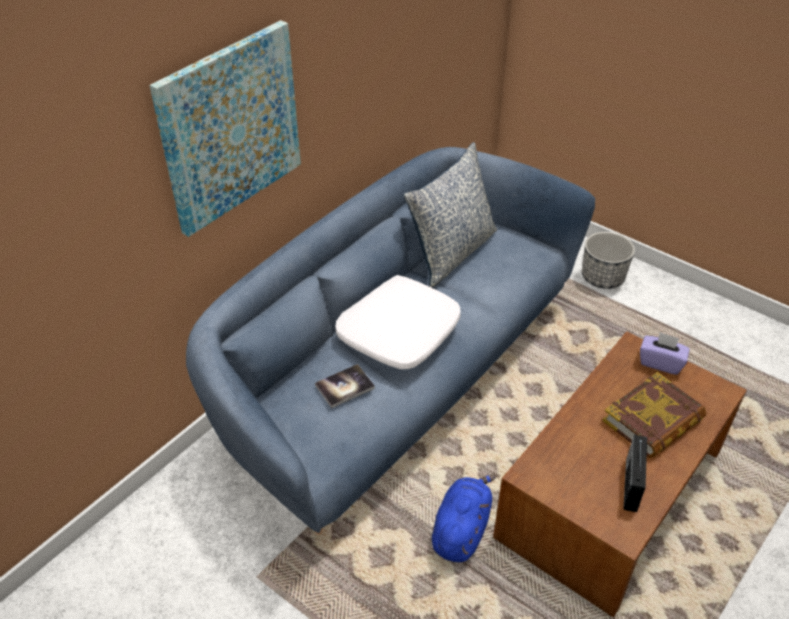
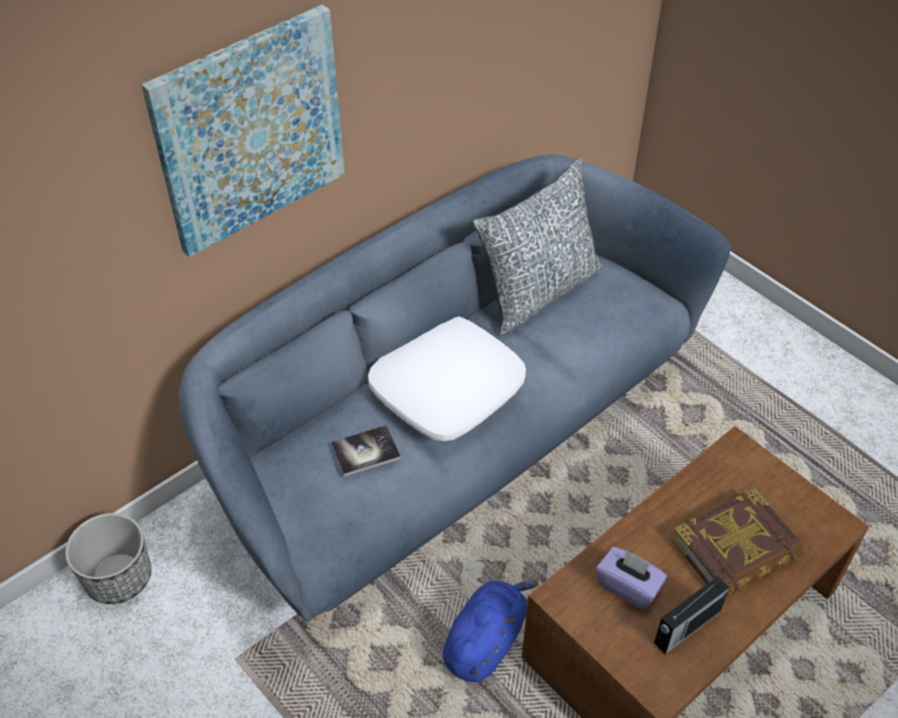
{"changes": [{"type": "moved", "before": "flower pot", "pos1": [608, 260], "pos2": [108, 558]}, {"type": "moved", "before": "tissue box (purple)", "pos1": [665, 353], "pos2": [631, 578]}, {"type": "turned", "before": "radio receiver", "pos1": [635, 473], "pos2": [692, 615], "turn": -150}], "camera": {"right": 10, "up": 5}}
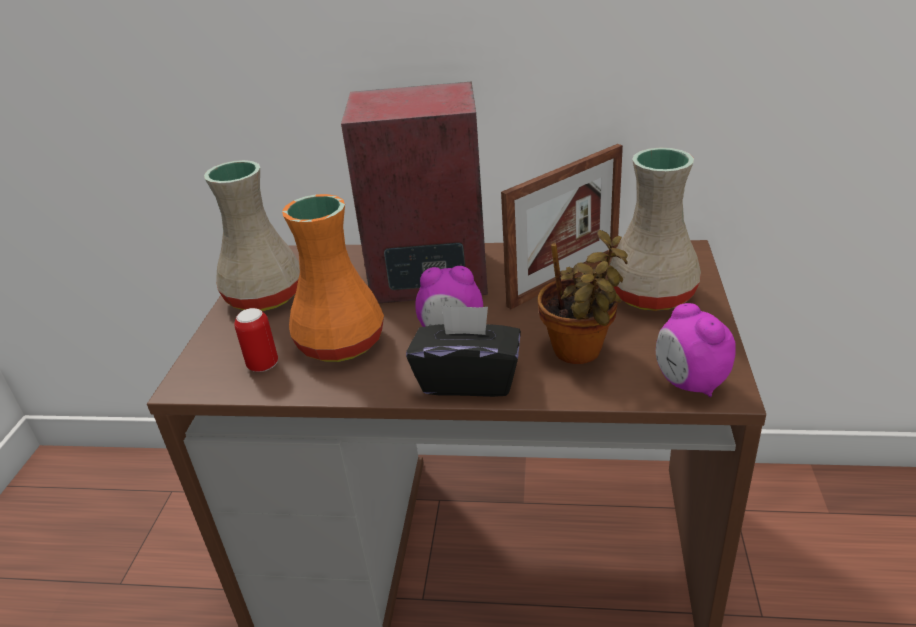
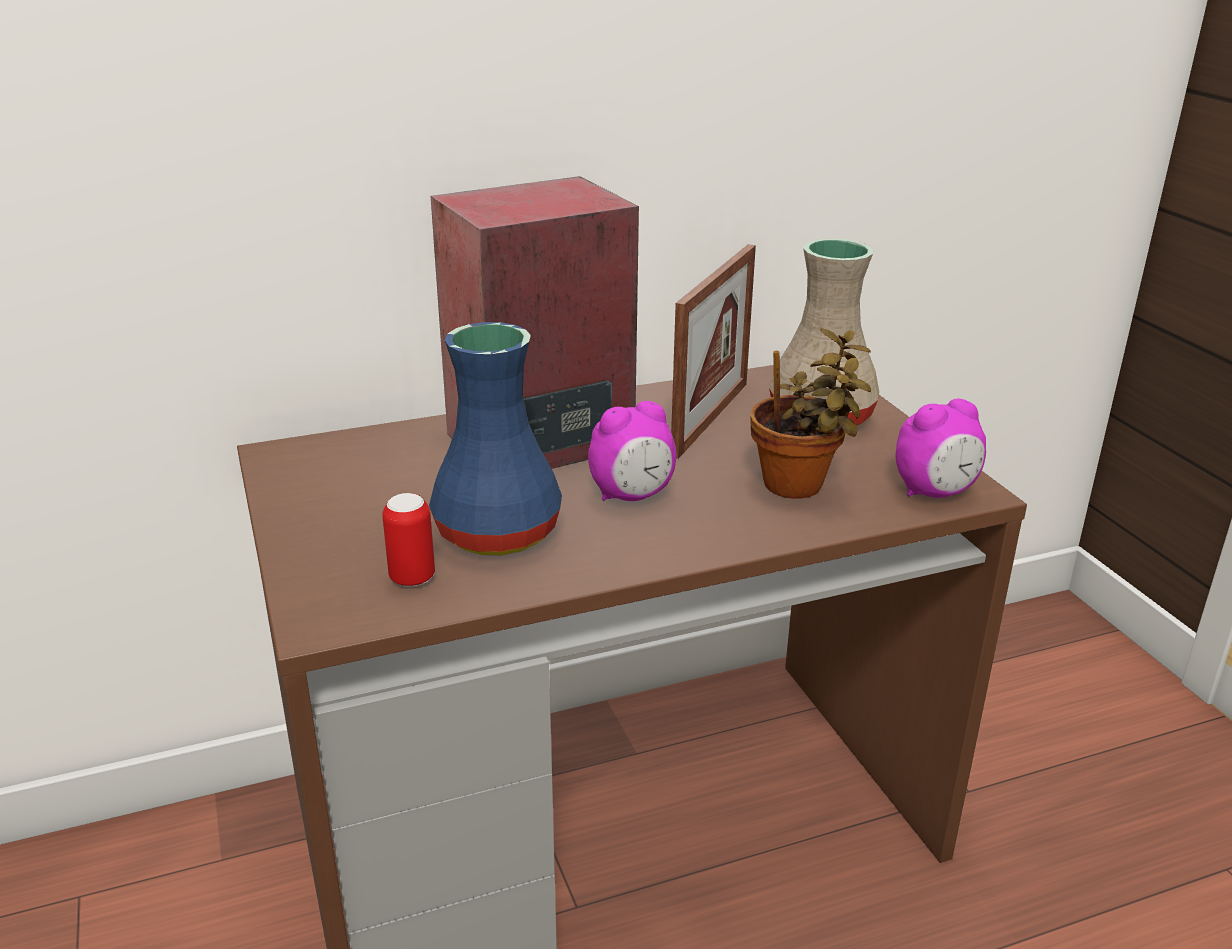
{"changes": [{"type": "removed", "before": "vase (beige)", "pos1": [252, 235]}, {"type": "removed", "before": "tissue box (black)", "pos1": [463, 351]}, {"type": "recoloured", "before": "vase (orange)", "after": "vase (blue)", "pos1": [333, 278], "pos2": [495, 438]}, {"type": "turned", "before": "alarm clock", "pos1": [696, 350], "pos2": [940, 448], "turn": -60}], "camera": {"right": -30, "up": -5}}
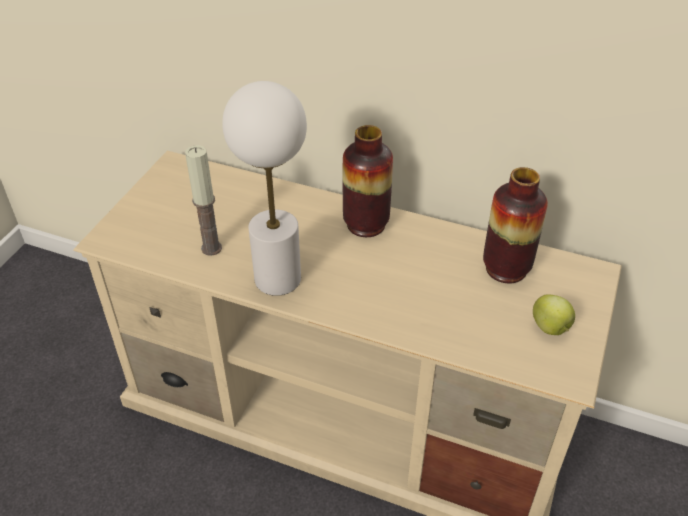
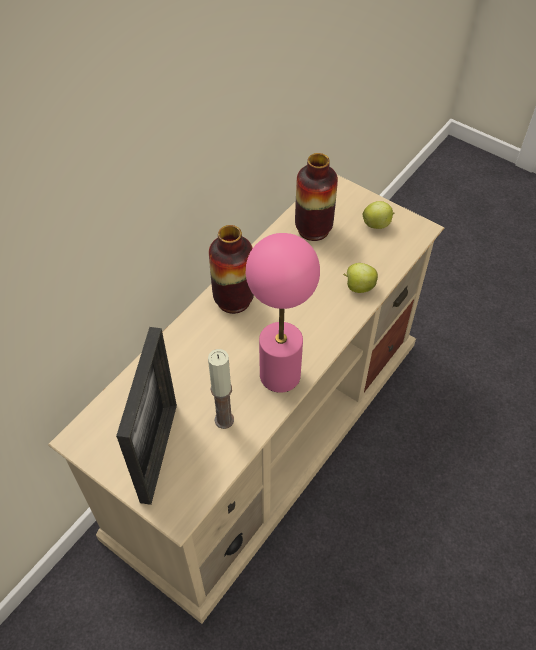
{"changes": [{"type": "added", "after": "picture frame", "pos2": [146, 416]}, {"type": "added", "after": "apple", "pos2": [360, 278]}, {"type": "recoloured", "before": "tabletop lamp (white)", "after": "tabletop lamp (pinkish)", "pos1": [264, 188], "pos2": [283, 313]}], "camera": {"right": -75, "up": 10}}
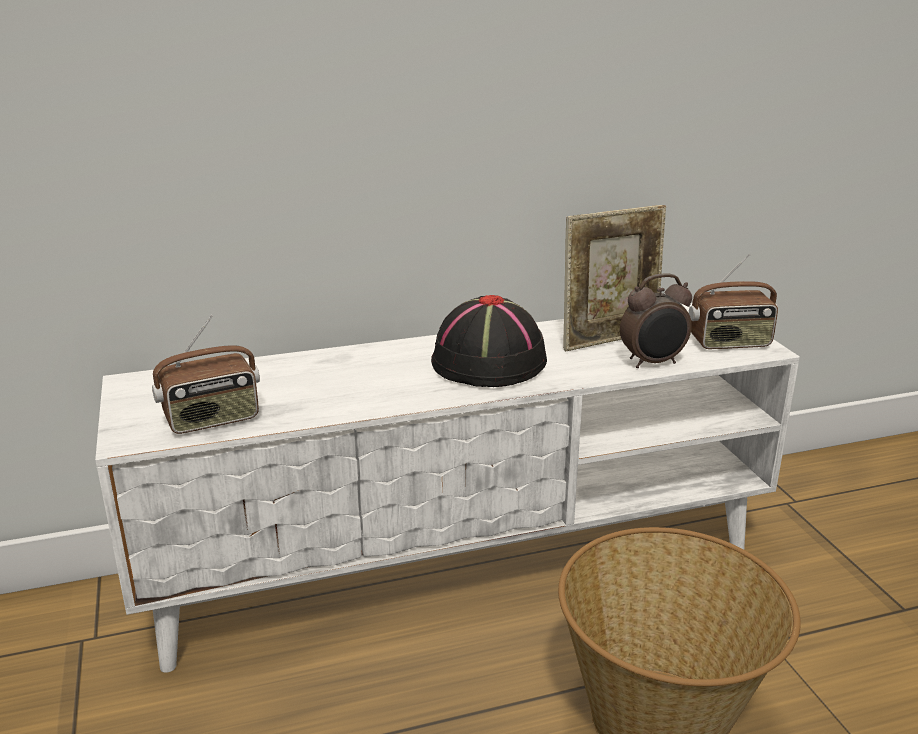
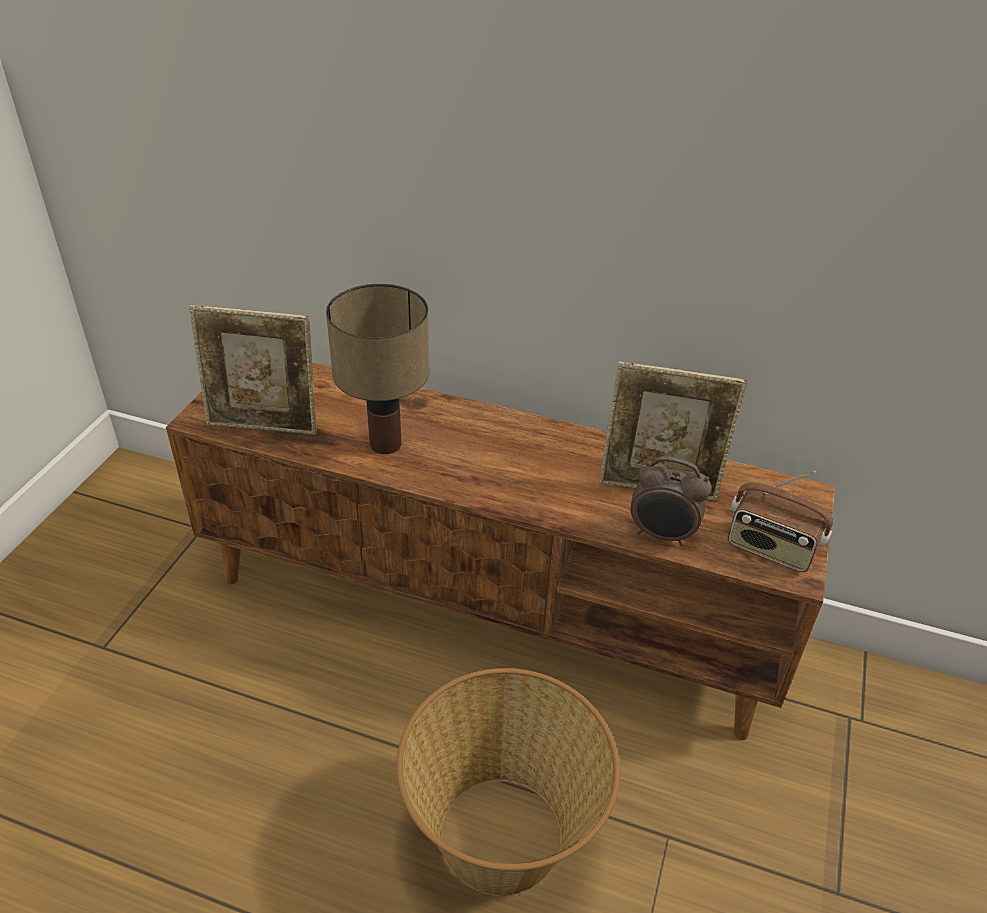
{"changes": [{"type": "removed", "before": "clothing hat (black)", "pos1": [489, 341]}, {"type": "added", "after": "tabletop lamp", "pos2": [378, 369]}, {"type": "replaced", "before": "radio receiver", "after": "picture frame", "pos1": [206, 374], "pos2": [253, 370]}, {"type": "recoloured", "before": "tv unit (white)", "after": "tv unit (brownish)", "pos1": [447, 488], "pos2": [500, 551]}], "camera": {"right": 35, "up": 15}}
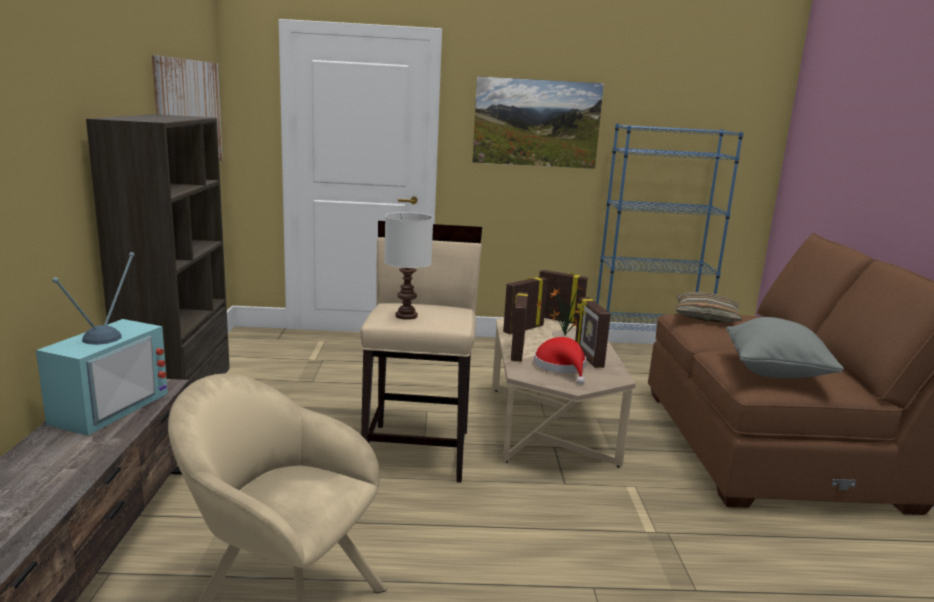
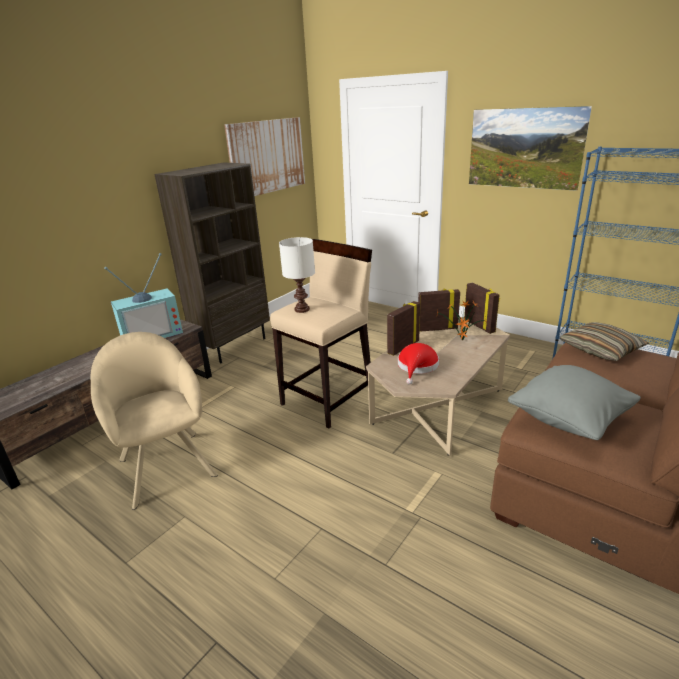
{"changes": [{"type": "removed", "before": "picture frame", "pos1": [593, 332]}], "camera": {"right": 40, "up": 10}}
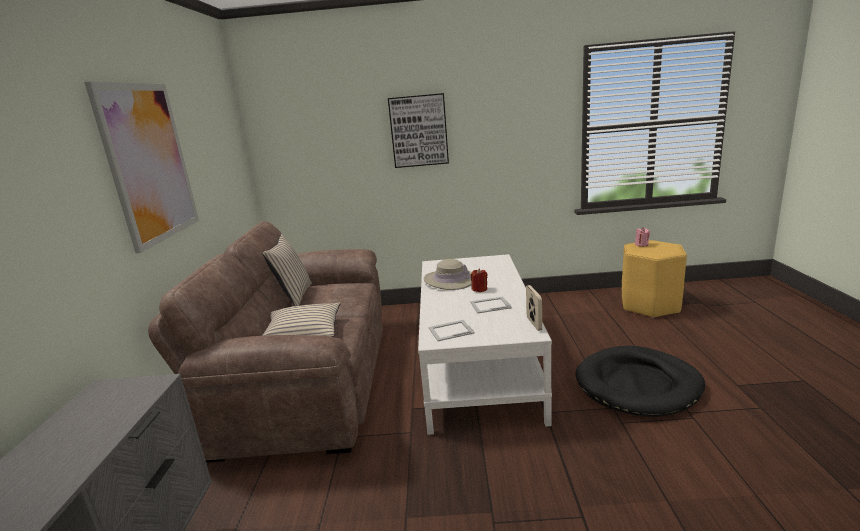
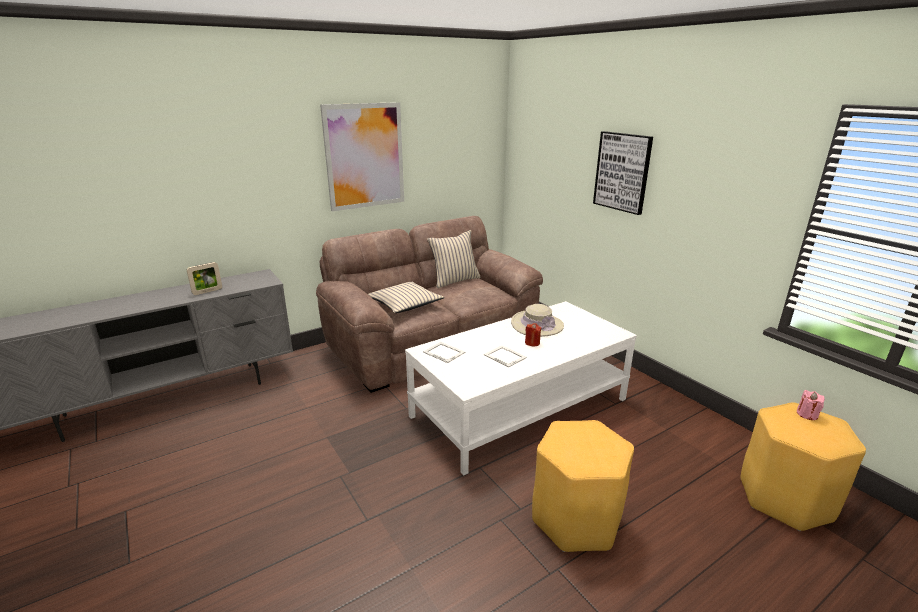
{"changes": [{"type": "moved", "before": "picture frame", "pos1": [534, 308], "pos2": [204, 278]}, {"type": "replaced", "before": "dog cushion (black)", "after": "stool seat (yellow-coloured)", "pos1": [640, 381], "pos2": [583, 486]}], "camera": {"right": 55, "up": 5}}
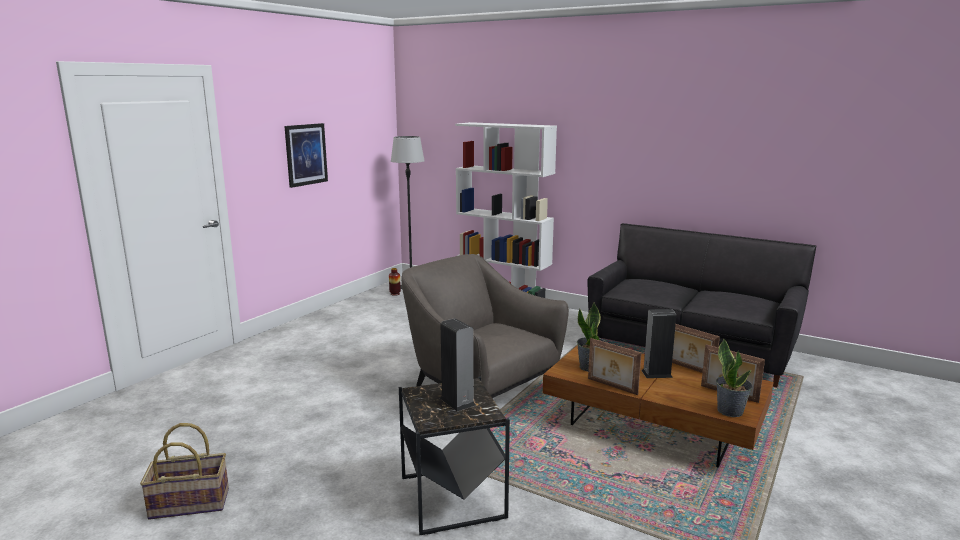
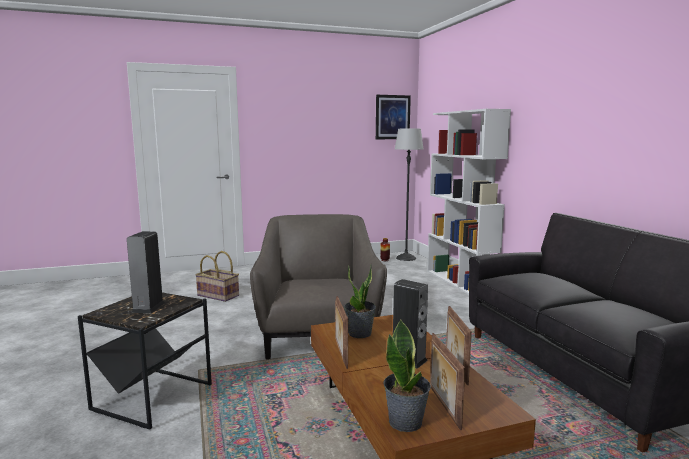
{"changes": [{"type": "moved", "before": "storage basket", "pos1": [184, 471], "pos2": [217, 276]}, {"type": "moved", "before": "picture", "pos1": [306, 155], "pos2": [393, 117]}], "camera": {"right": 40, "up": -5}}
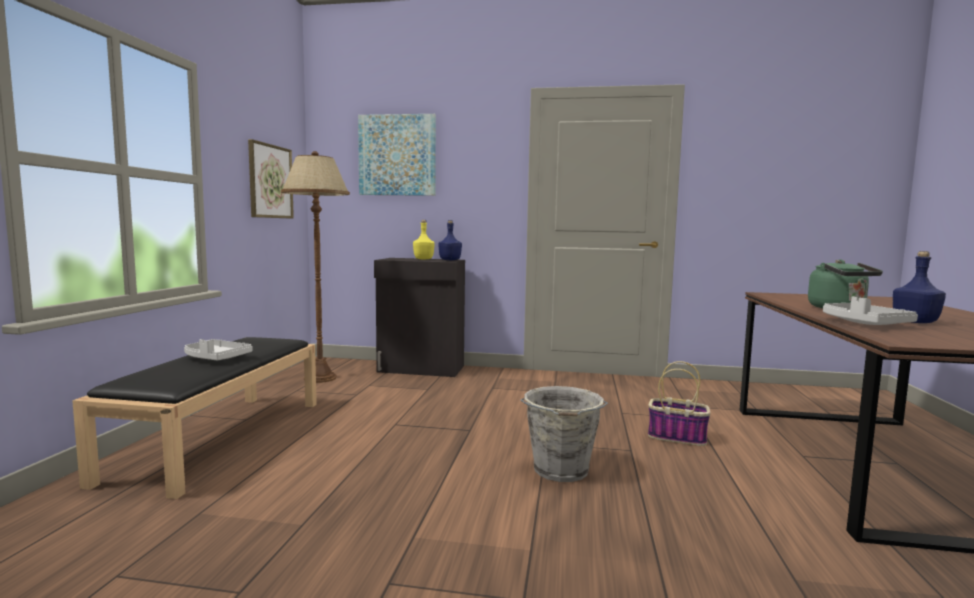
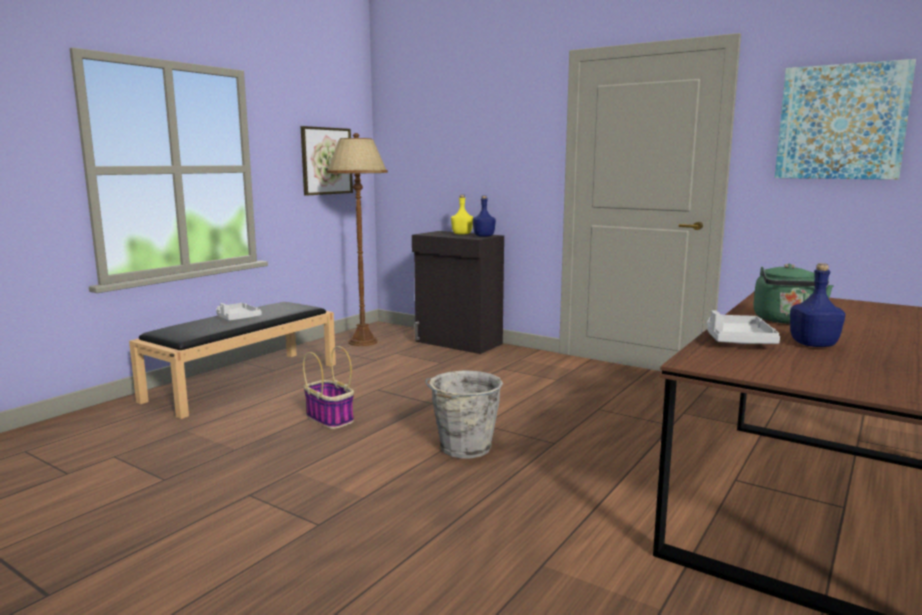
{"changes": [{"type": "moved", "before": "picture", "pos1": [397, 155], "pos2": [845, 119]}, {"type": "moved", "before": "storage basket", "pos1": [679, 403], "pos2": [328, 387]}], "camera": {"right": 25, "up": 5}}
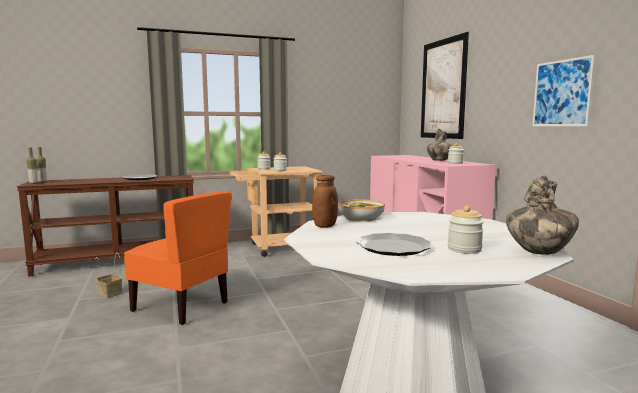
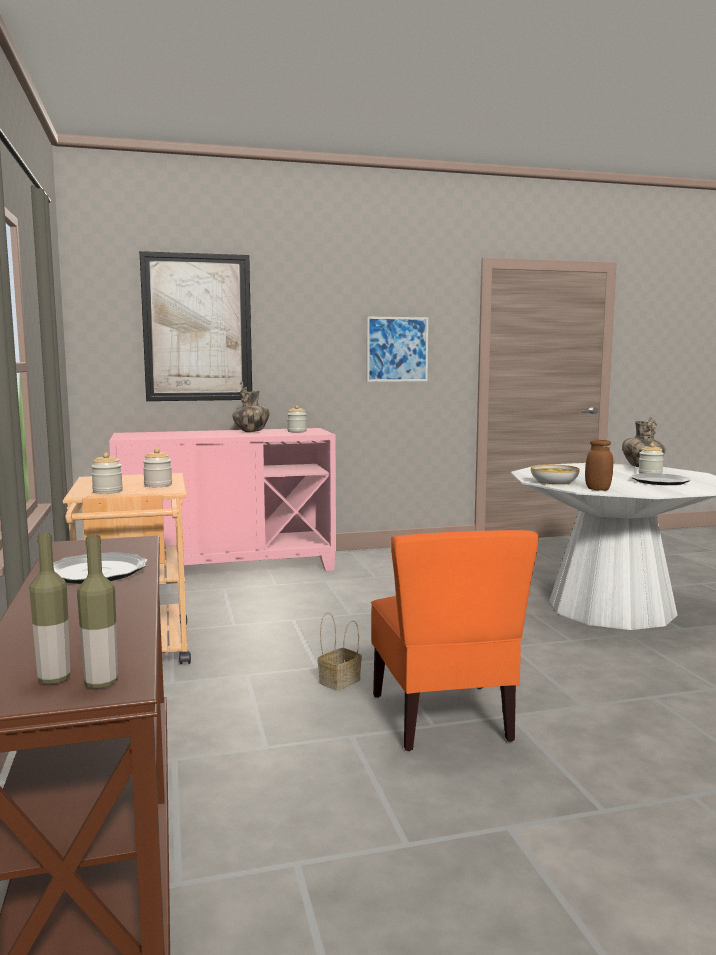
{"changes": [{"type": "moved", "before": "storage basket", "pos1": [108, 275], "pos2": [340, 651]}, {"type": "turned", "before": "chair (orange)", "pos1": [177, 258], "pos2": [455, 640], "turn": 135}], "camera": {"right": -85, "up": 0}}
